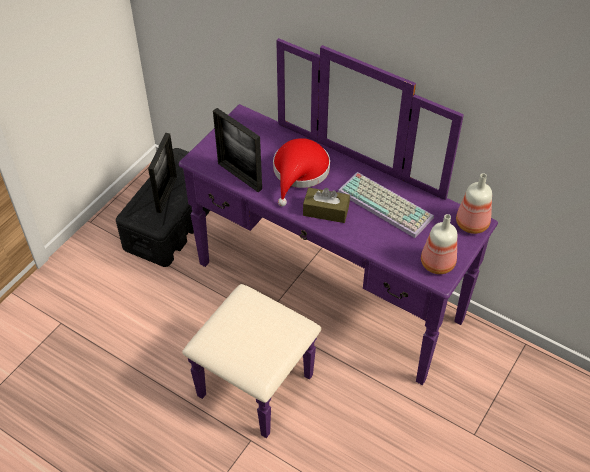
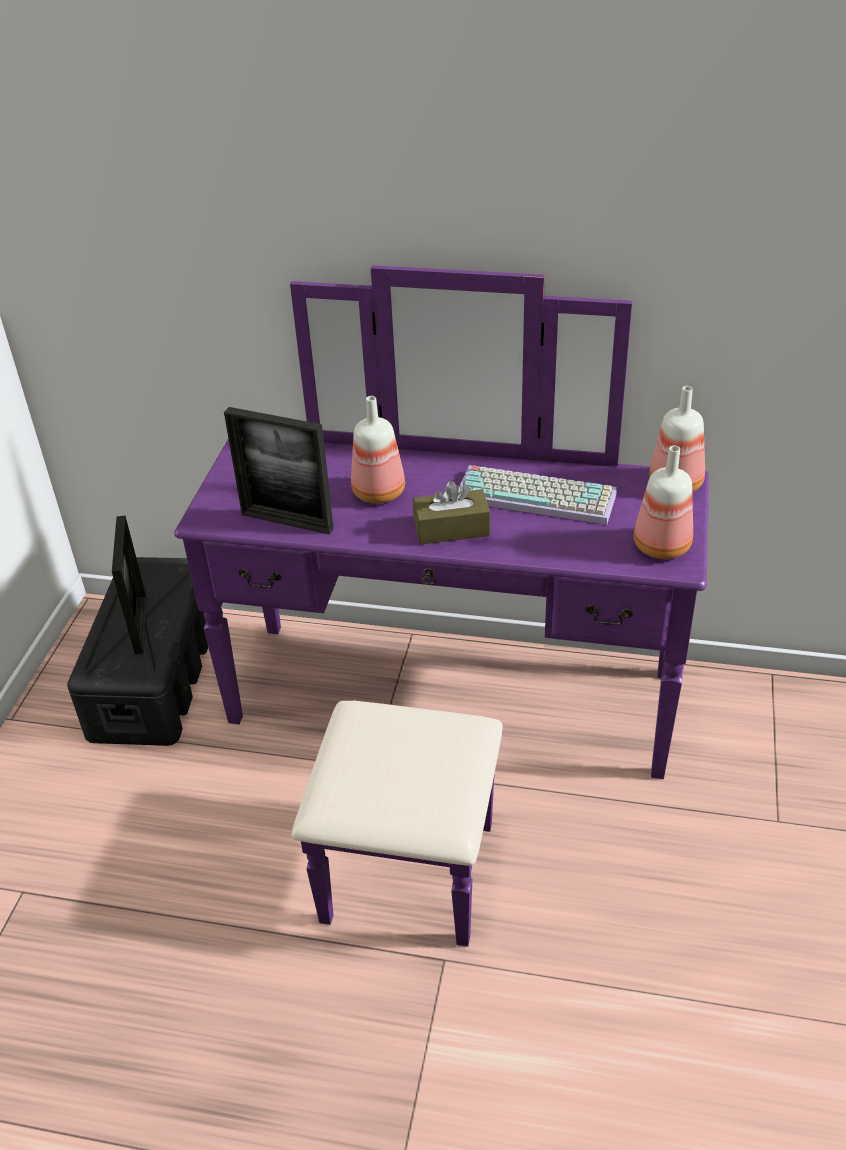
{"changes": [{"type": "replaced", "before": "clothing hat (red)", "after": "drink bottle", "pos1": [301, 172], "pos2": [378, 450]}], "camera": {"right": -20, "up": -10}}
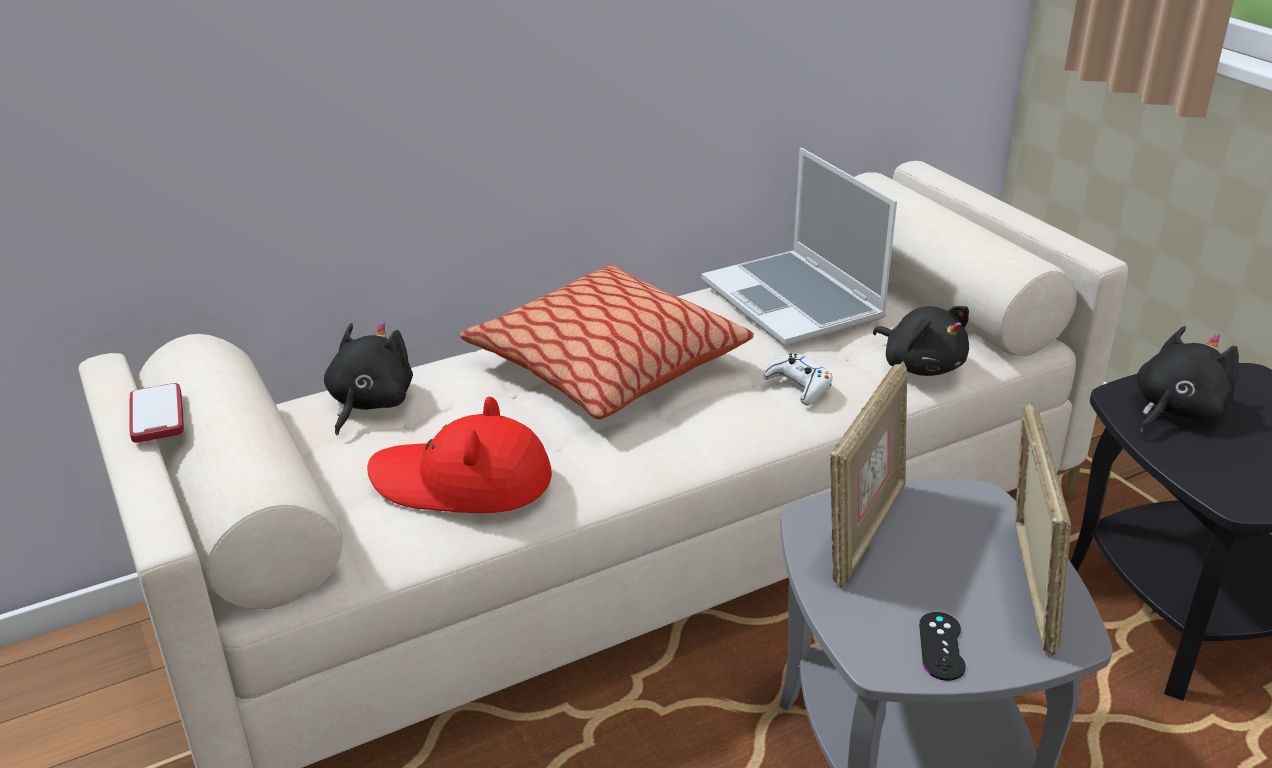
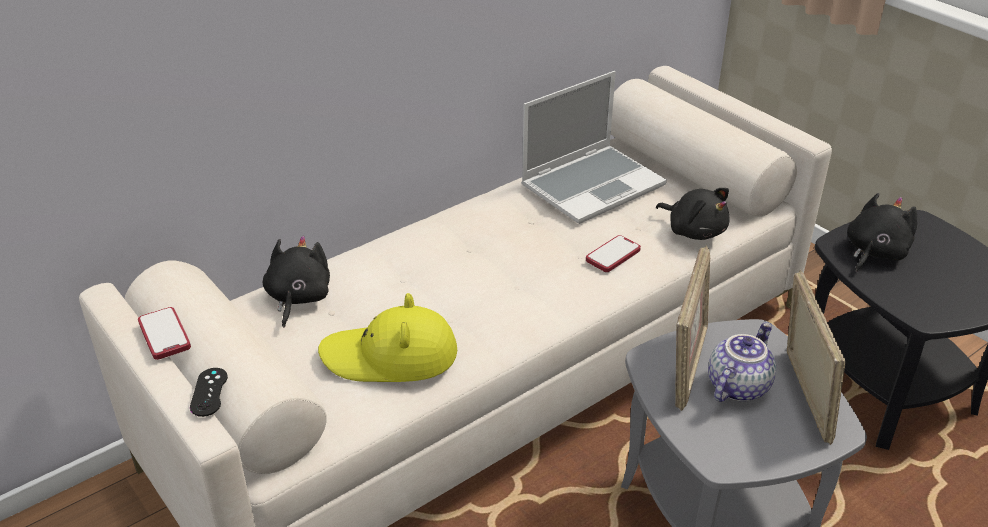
{"changes": [{"type": "removed", "before": "throw pillow", "pos1": [607, 342]}, {"type": "added", "after": "pot for tea", "pos2": [742, 362]}, {"type": "moved", "before": "gamepad (black)", "pos1": [942, 646], "pos2": [209, 392]}, {"type": "replaced", "before": "gamepad (white)", "after": "handset", "pos1": [798, 379], "pos2": [613, 253]}, {"type": "recoloured", "before": "clothing hat (red)", "after": "clothing hat (yellow-coloured)", "pos1": [459, 455], "pos2": [387, 337]}, {"type": "turned", "before": "laptop", "pos1": [799, 247], "pos2": [594, 147], "turn": -90}], "camera": {"right": -10, "up": 5}}
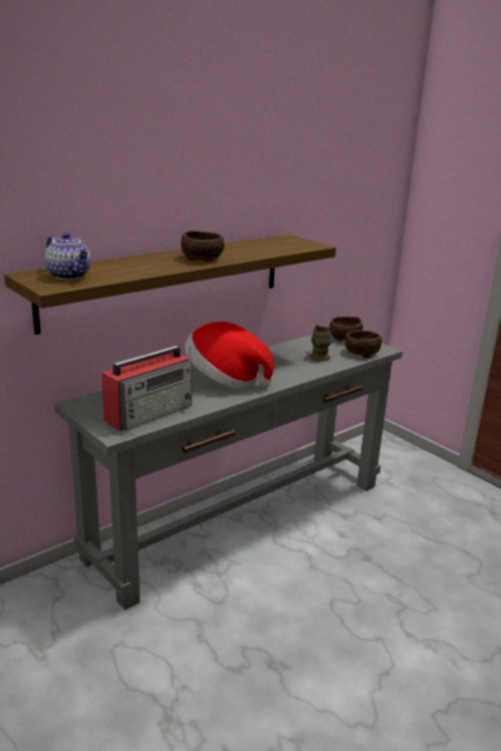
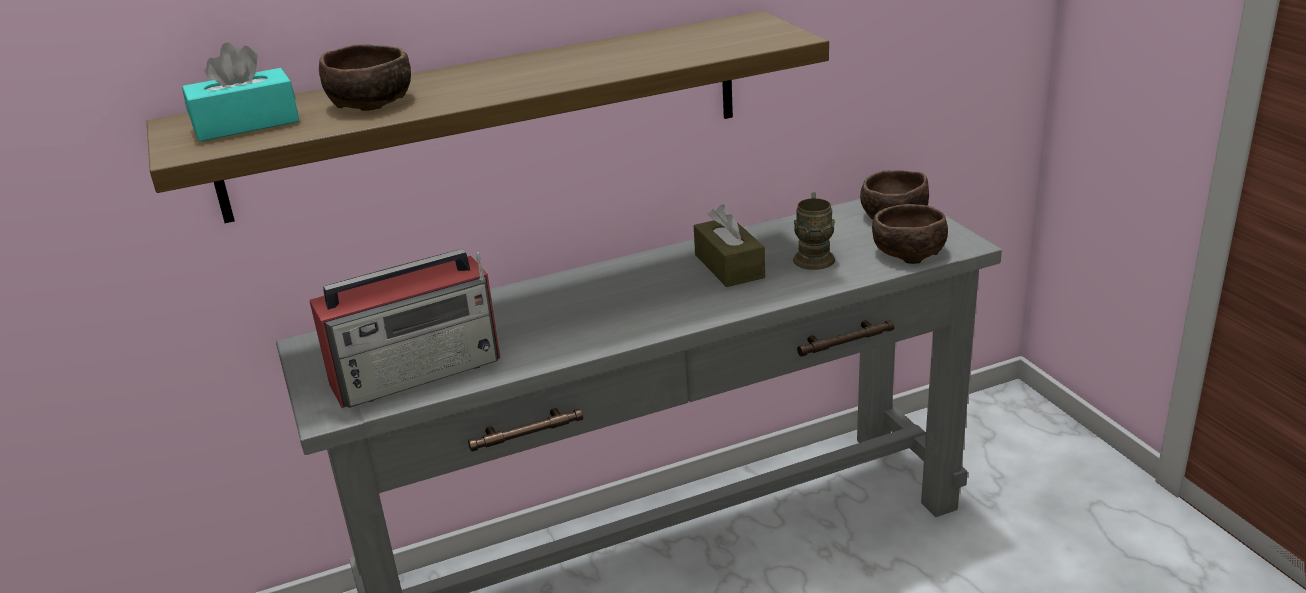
{"changes": [{"type": "removed", "before": "clothing hat", "pos1": [229, 356]}, {"type": "added", "after": "tissue box (brownish)", "pos2": [729, 246]}, {"type": "moved", "before": "serving bowl (brownish)", "pos1": [202, 246], "pos2": [365, 77]}, {"type": "replaced", "before": "pot for tea", "after": "tissue box (turquoise-coloured)", "pos1": [68, 256], "pos2": [240, 92]}], "camera": {"right": 20, "up": 5}}
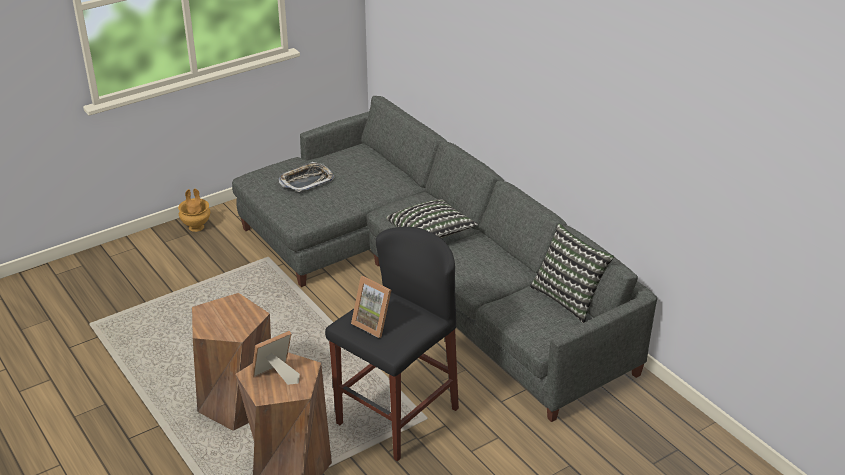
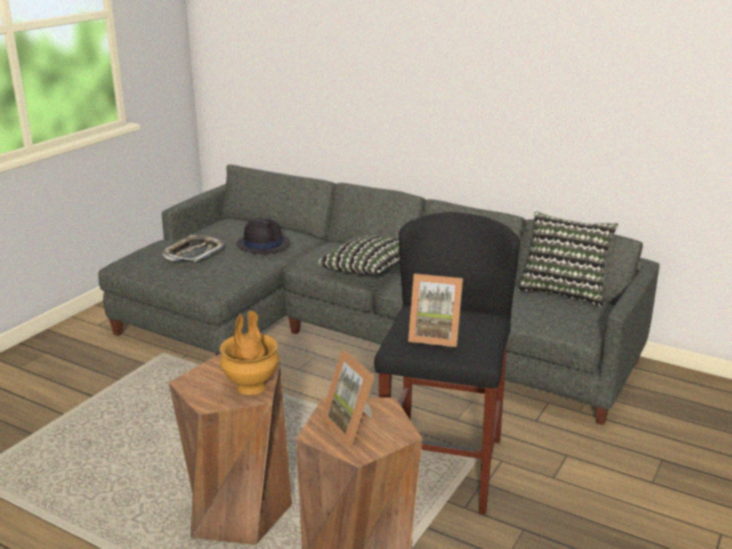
{"changes": [{"type": "added", "after": "clothing hat (black)", "pos2": [263, 236]}, {"type": "moved", "before": "vase (brownish)", "pos1": [194, 210], "pos2": [249, 353]}, {"type": "turned", "before": "picture frame", "pos1": [275, 358], "pos2": [348, 398], "turn": -60}], "camera": {"right": -25, "up": -10}}
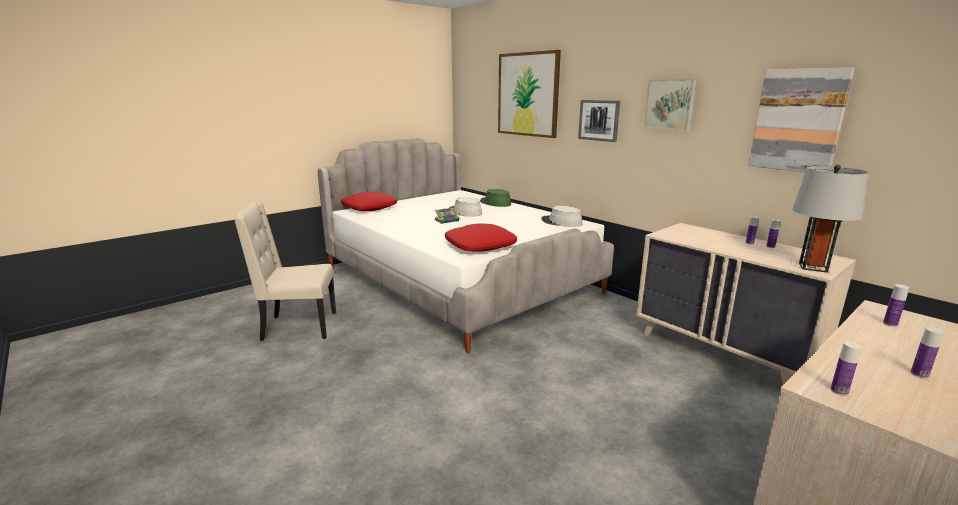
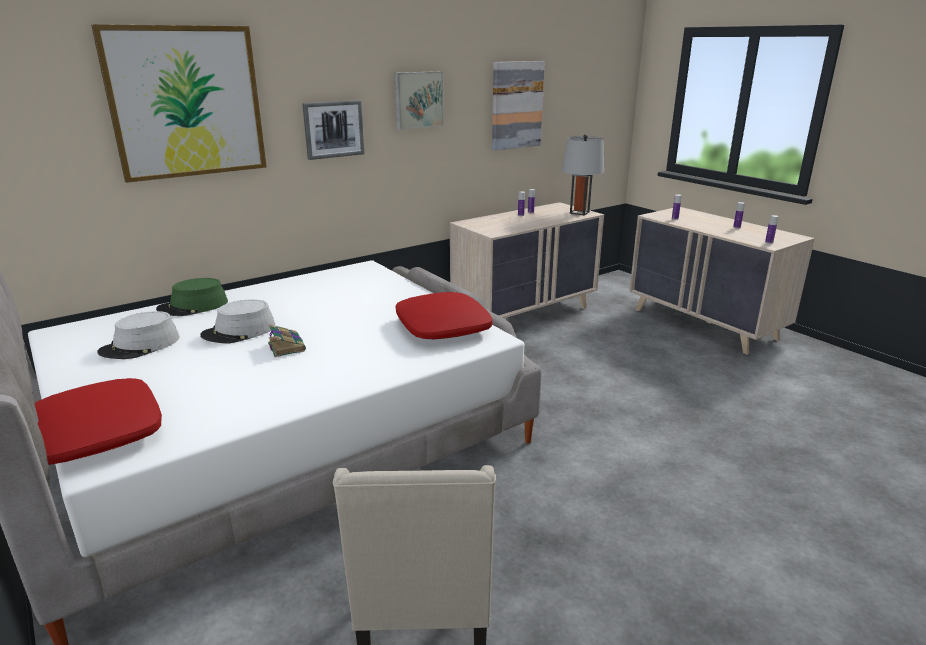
{"changes": [{"type": "moved", "before": "clothing hat (gray)", "pos1": [562, 216], "pos2": [138, 335]}], "camera": {"right": -85, "up": 5}}
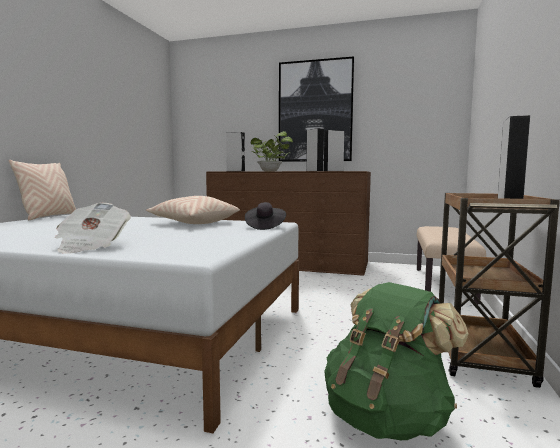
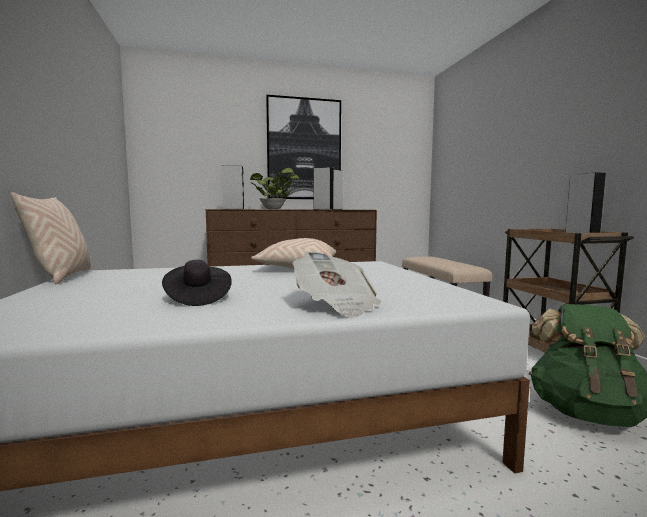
{"changes": [{"type": "moved", "before": "clothing hat (black)", "pos1": [265, 216], "pos2": [197, 283]}], "camera": {"right": -30, "up": 0}}
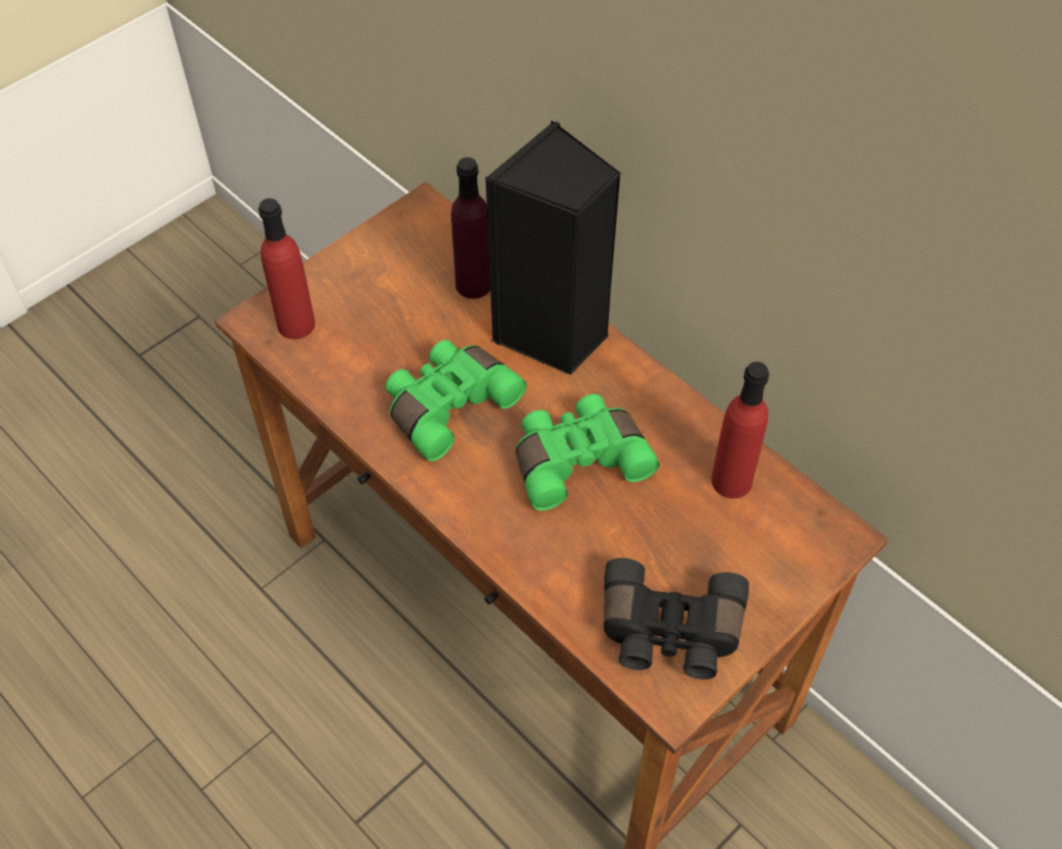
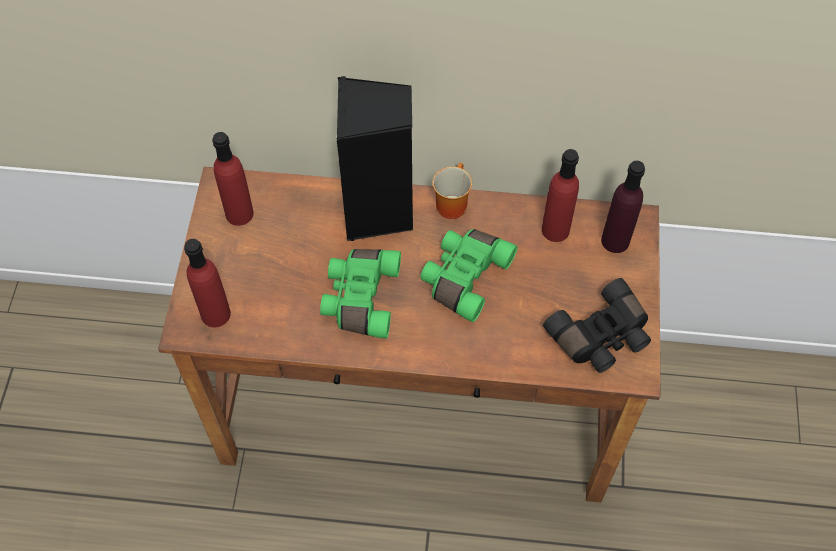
{"changes": [{"type": "added", "after": "drink bottle (red)", "pos2": [233, 179]}, {"type": "added", "after": "tea mug", "pos2": [452, 191]}, {"type": "moved", "before": "drink bottle (purple)", "pos1": [470, 228], "pos2": [623, 207]}], "camera": {"right": -40, "up": 5}}
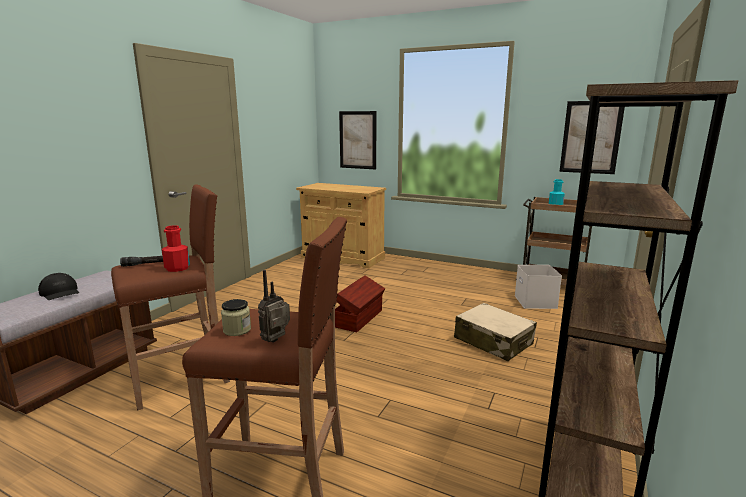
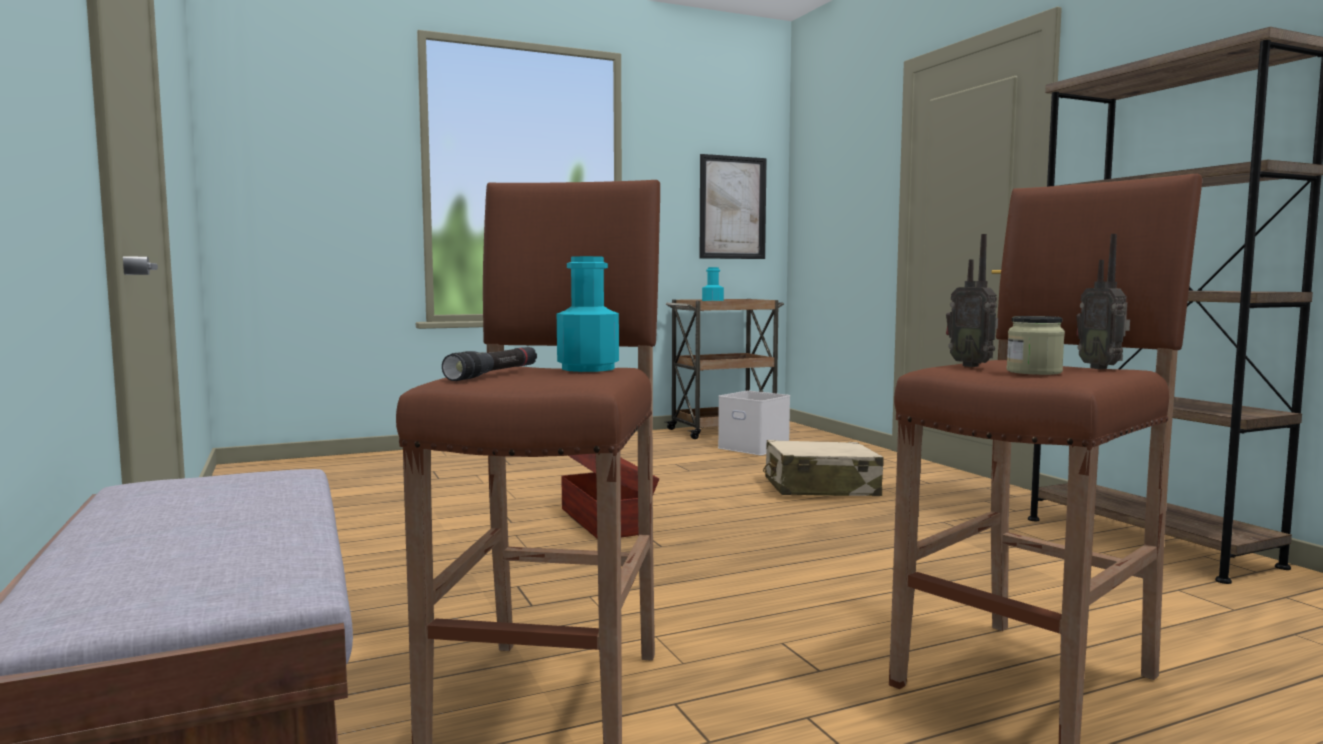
{"changes": [{"type": "removed", "before": "peaked cap (black)", "pos1": [58, 286]}, {"type": "removed", "before": "storage cabinet (beige)", "pos1": [341, 225]}, {"type": "removed", "before": "picture", "pos1": [357, 140]}, {"type": "added", "after": "radio receiver", "pos2": [972, 300]}, {"type": "recoloured", "before": "drink bottle (red)", "after": "drink bottle (turquoise-coloured)", "pos1": [176, 248], "pos2": [588, 314]}], "camera": {"right": -50, "up": -10}}
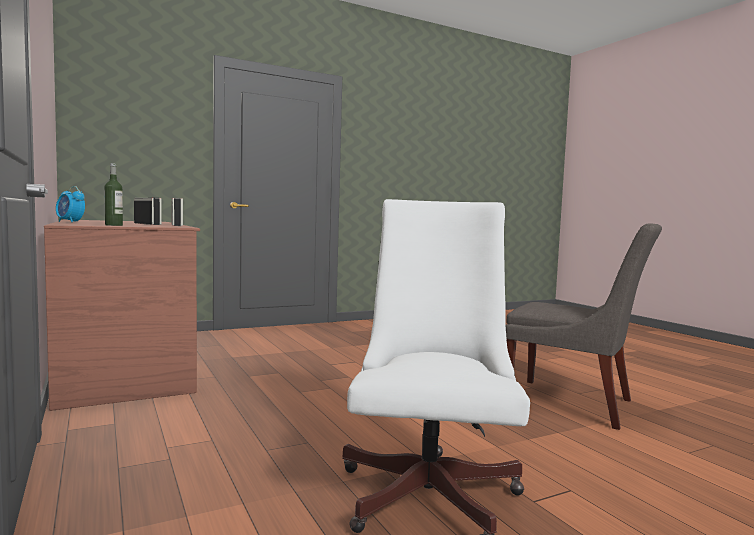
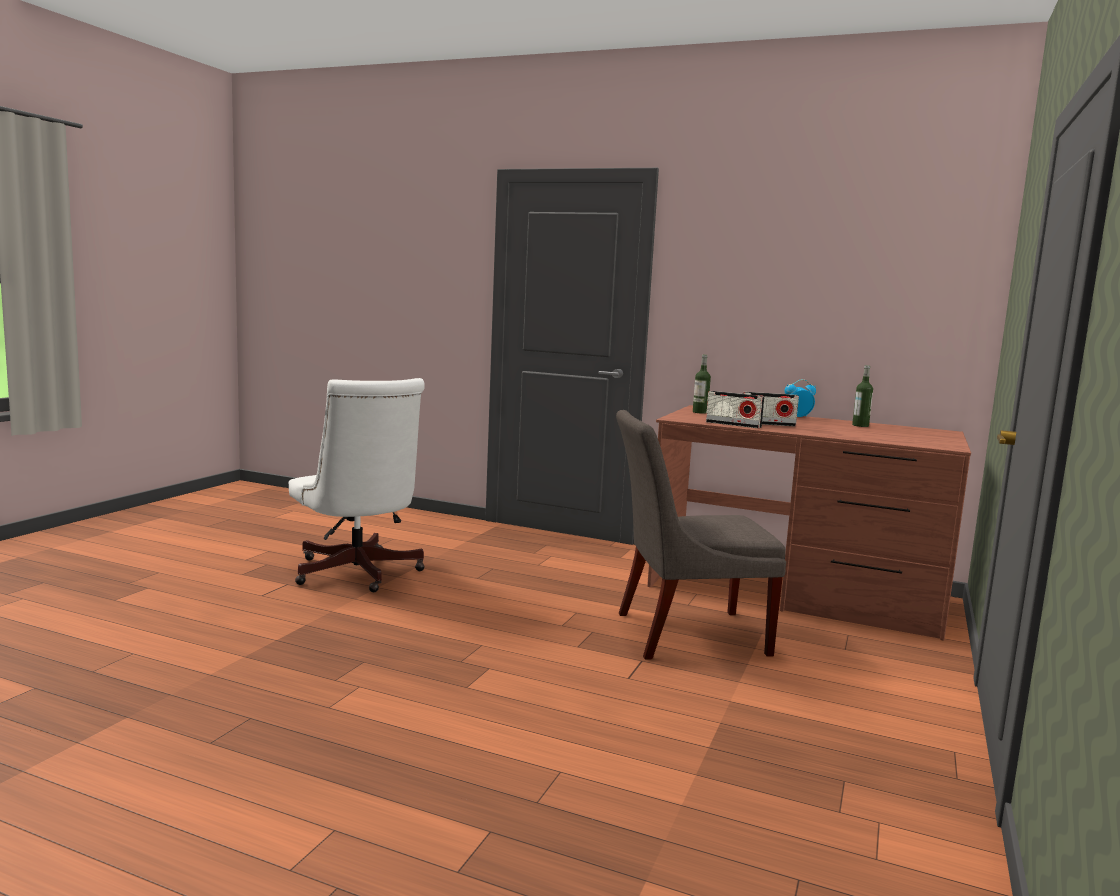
{"changes": [{"type": "added", "after": "drink bottle", "pos2": [862, 396]}, {"type": "moved", "before": "chair (gray)", "pos1": [584, 326], "pos2": [701, 534]}], "camera": {"right": 140, "up": 5}}
